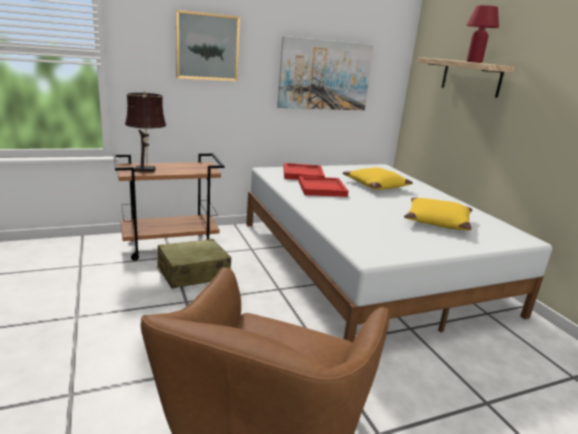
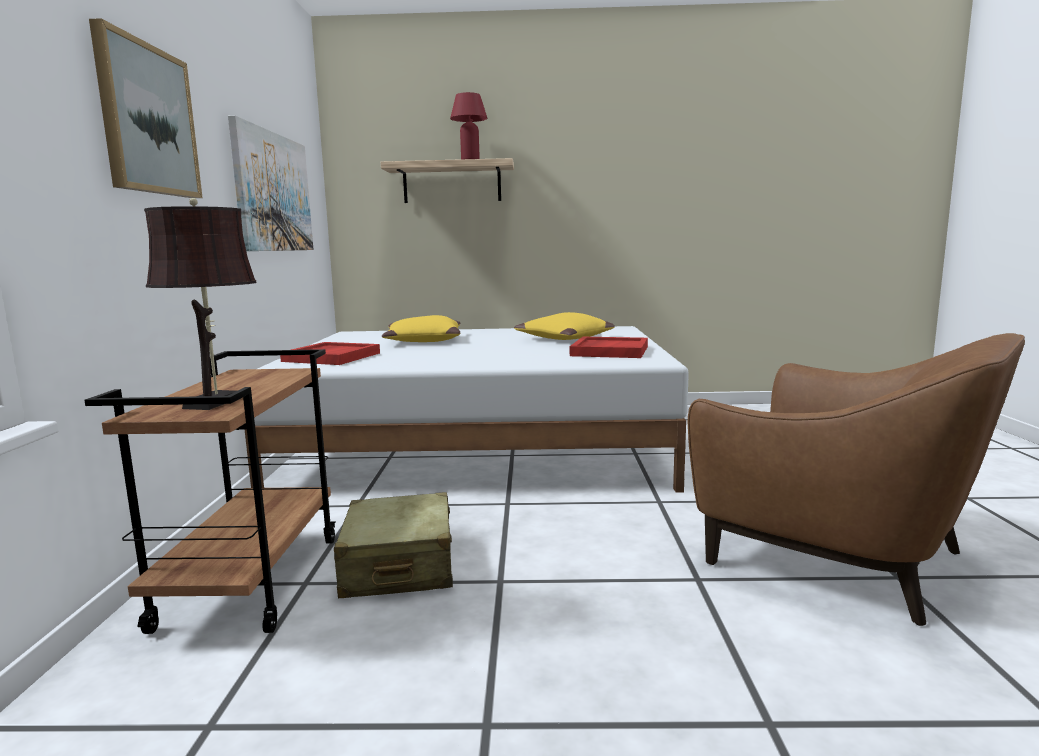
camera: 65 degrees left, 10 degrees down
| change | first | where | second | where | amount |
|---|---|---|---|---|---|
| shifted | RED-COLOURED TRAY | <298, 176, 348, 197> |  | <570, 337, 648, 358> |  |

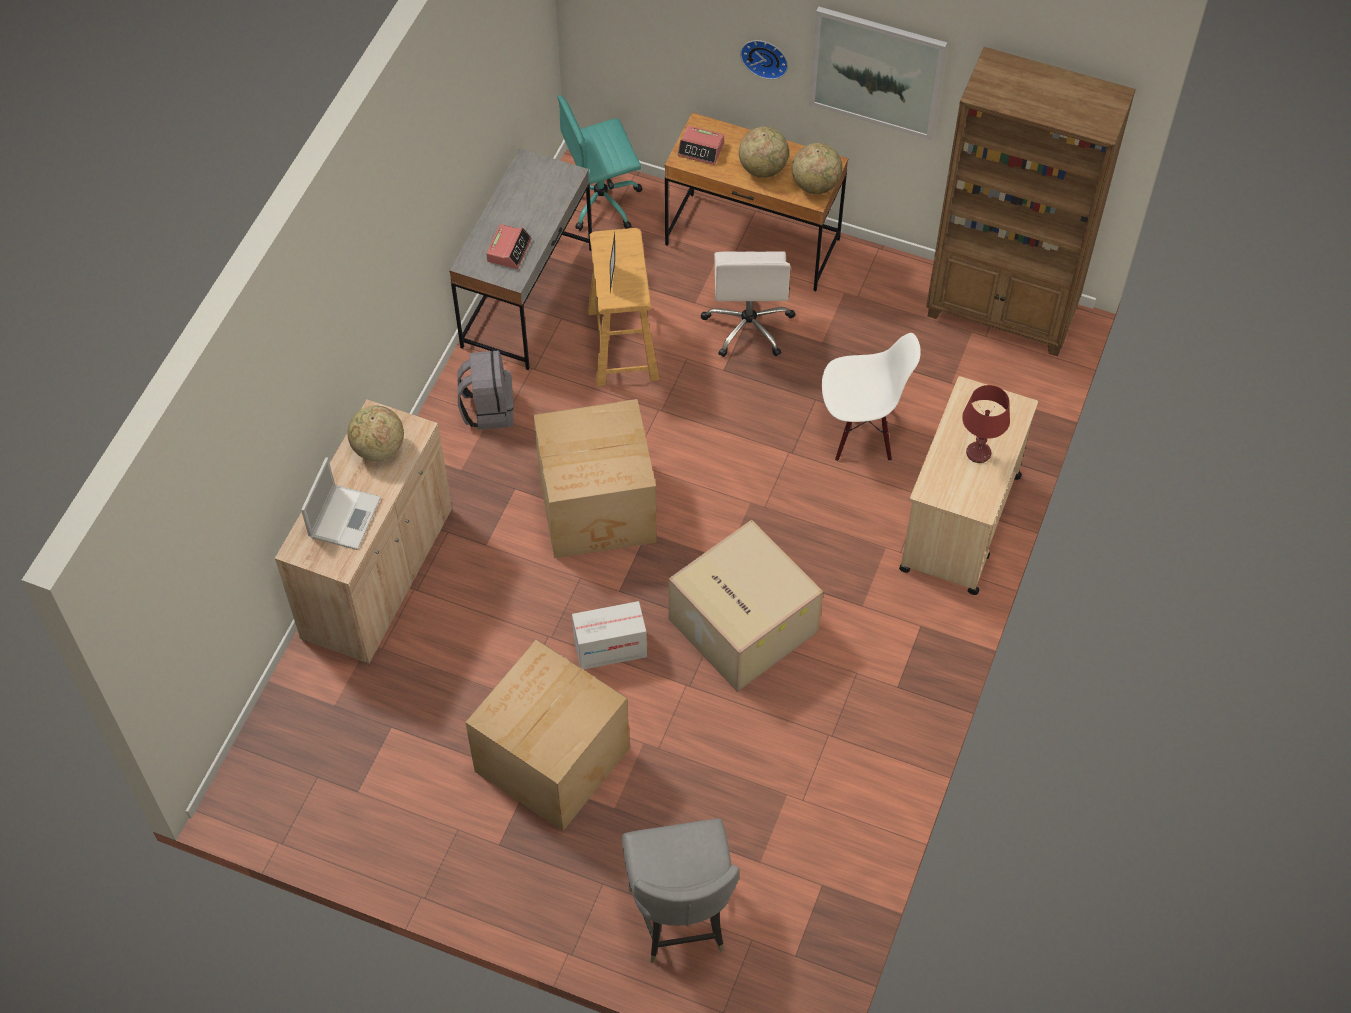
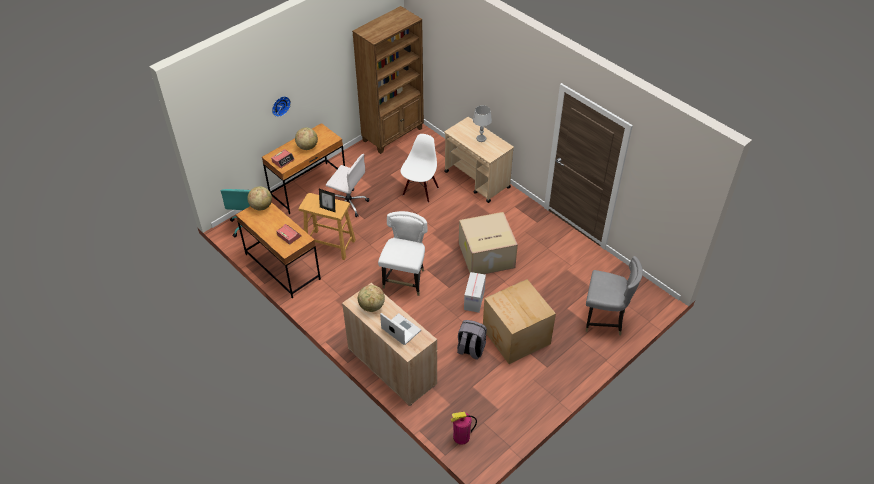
camera: 65 degrees left, 10 degrees down
| change | first | where | second | where | amount |
|---|---|---|---|---|---|
| gone | WALL ART | <809, 6, 947, 140> |  |  |  |
| shifted | GLOBE | <792, 143, 843, 194> |  | <247, 186, 272, 211> |  |
| repainted | GRAY DESK UNIT | <449, 148, 592, 370> | BROWNISH DESK UNIT | <236, 202, 321, 298> |  |
| shifted | GRAY BACKPACK | <457, 350, 514, 430> |  | <457, 320, 487, 360> |  |
| repainted | RED-COLOURED TABLETOP LAMP | <962, 385, 1010, 463> | GRAY TABLETOP LAMP | <473, 105, 492, 142> |  |
| swapped | CARTON | <533, 399, 657, 558> | WHITE CHAIR | <378, 211, 428, 296> |  |
| new |  |  | FIRE EXTINGUISHER | <451, 412, 477, 445> |  |

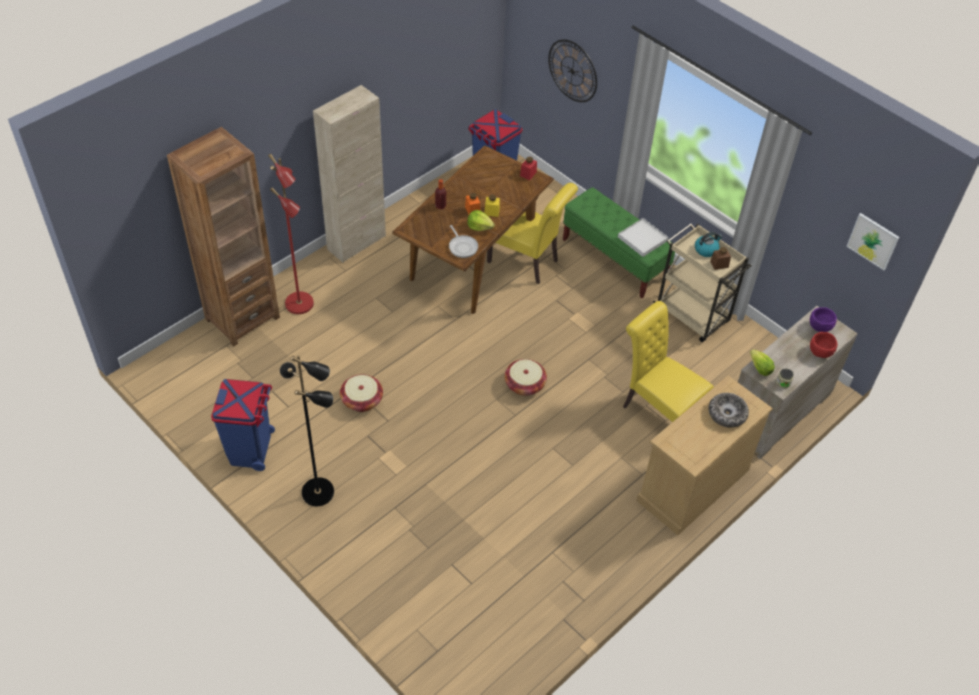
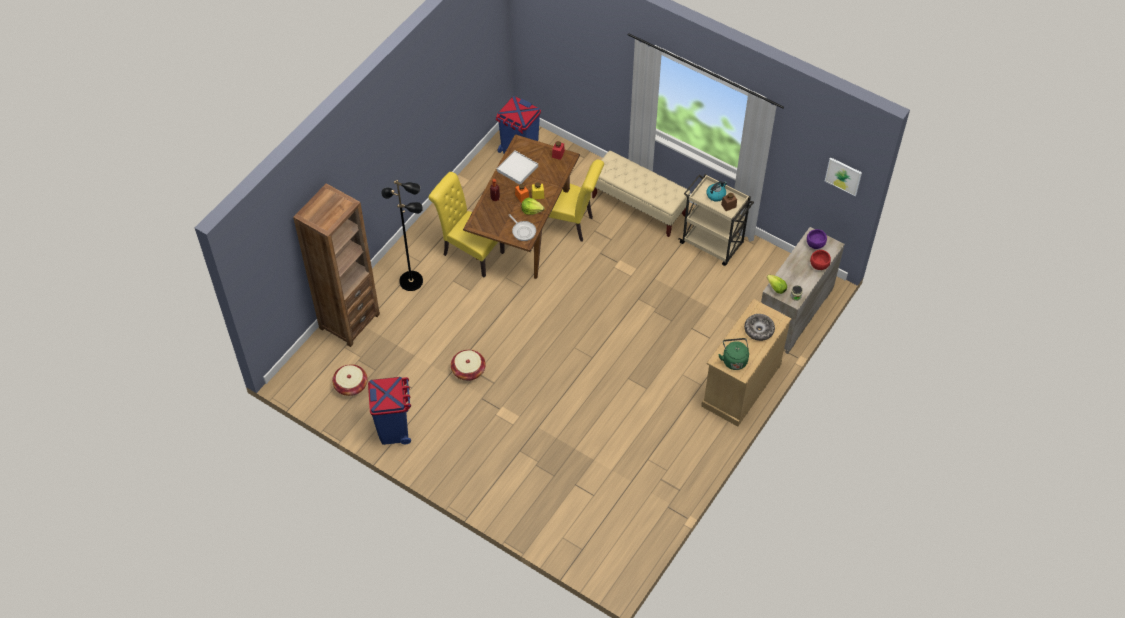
camera: 10 degrees left, 5 degrees up
| change | first | where | second | where | amount |
|---|---|---|---|---|---|
| gone | WALL CLOCK | <548, 39, 597, 102> |  |  |  |
| gone | BEIGE CABINET | <313, 85, 386, 263> |  |  |  |
| gone | RED-COLOURED STANDARD LAMP | <268, 154, 314, 314> |  |  |  |
| repainted | GREENISH LONG SEAT | <563, 187, 675, 298> | BEIGE LONG SEAT | <592, 151, 690, 237> |  |
| shifted | WHITE TRAY | <618, 218, 668, 257> |  | <497, 150, 538, 185> |  |
| shifted | YELLOWISH CHAIR | <623, 301, 714, 422> |  | <429, 172, 505, 277> |  |
| shifted | BLACKISH STANDARD LAMP | <280, 355, 334, 506> |  | <381, 180, 423, 291> |  |
| shifted | BASKET | <505, 359, 547, 396> |  | <332, 364, 368, 396> |  |
| new |  |  | GREENISH KETTLE | <718, 338, 749, 370> |  |

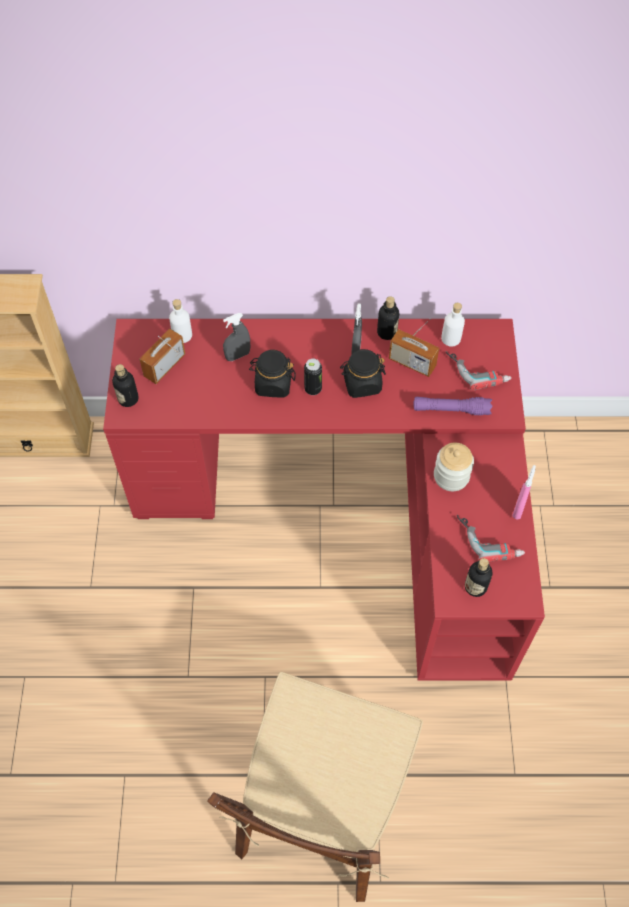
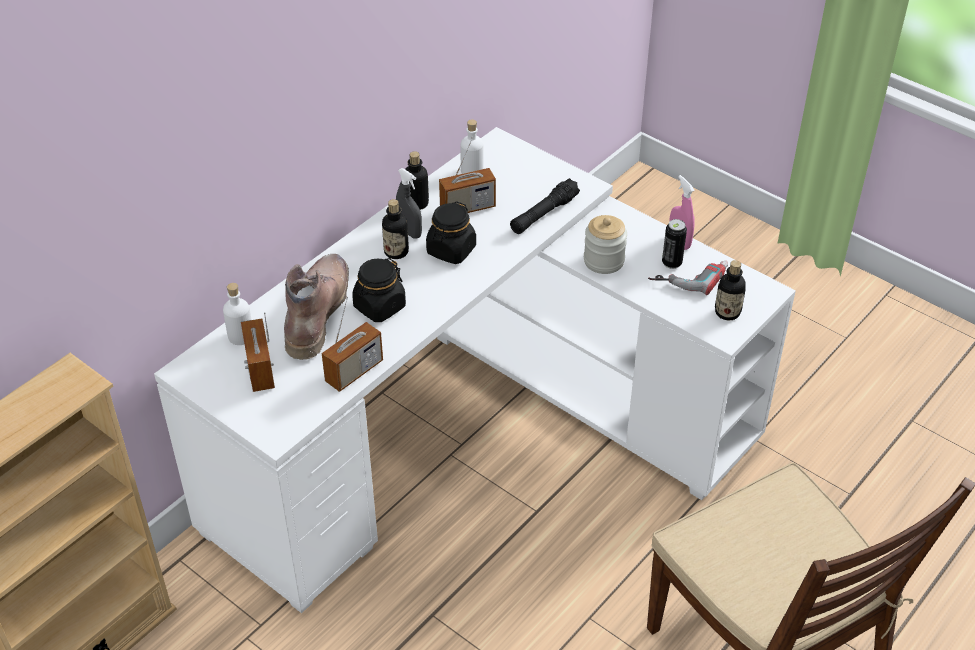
camera: 50 degrees left, 15 degrees down
| change | first | where | second | where | amount |
|---|---|---|---|---|---|
| swapped | GRAY SPRAYER | <223, 313, 250, 361> | BROWNISH HIGH-TOP BOOT | <284, 254, 349, 360> |  |
| repainted | RED-COLOURED DESK UNIT | <103, 319, 545, 681> | WHITE DESK UNIT | <154, 127, 796, 613> |  |
| gone | ELECTRIC DRILL | <446, 351, 512, 391> |  |  |  |
| shifted | SEALED CAN | <304, 359, 322, 395> |  | <662, 219, 687, 269> |  |
| shifted | BEVERAGE BOTTLE | <112, 364, 139, 407> |  | <382, 199, 409, 259> |  |
| repainted | PURPLISH FLASHLIGHT | <413, 397, 492, 416> | BLACKISH FLASHLIGHT | <510, 178, 580, 234> |  |
| new |  |  | RADIO | <322, 296, 383, 392> |  |

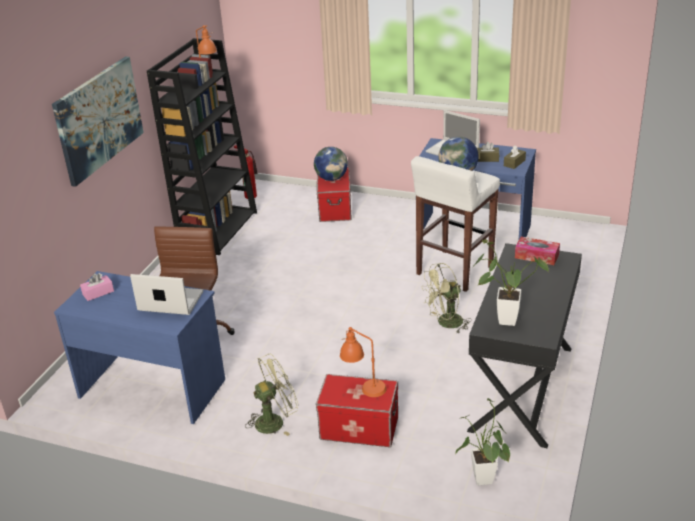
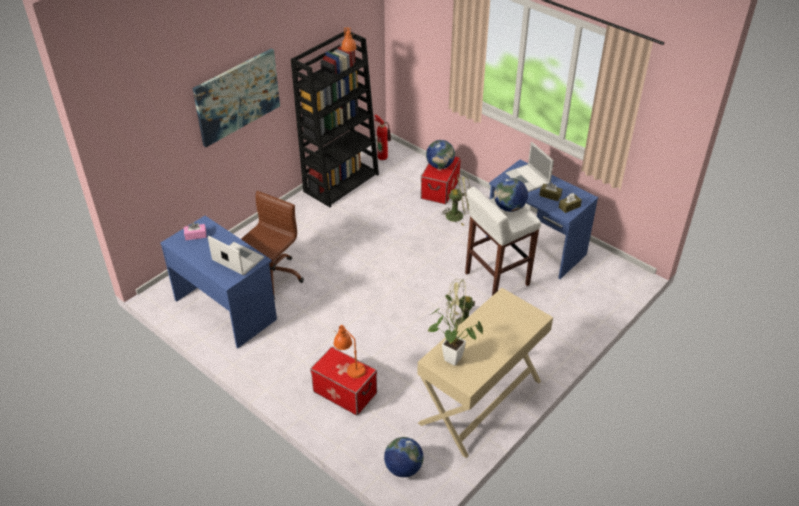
camera: 20 degrees right, 10 degrees up
| change | first | where | second | where | amount |
|---|---|---|---|---|---|
| gone | TISSUE HOLDER | <515, 237, 560, 265> |  |  |  |
| repainted | BLACKISH DESK UNIT | <467, 243, 582, 448> | BEIGE DESK UNIT | <417, 288, 553, 458> |  |
| shifted | GREENISH ELECTRIC FAN | <245, 354, 299, 436> |  | <440, 173, 470, 226> |  |
| swapped | HOUSEPLANT | <455, 398, 510, 485> | GLOBE | <384, 437, 423, 477> |  |

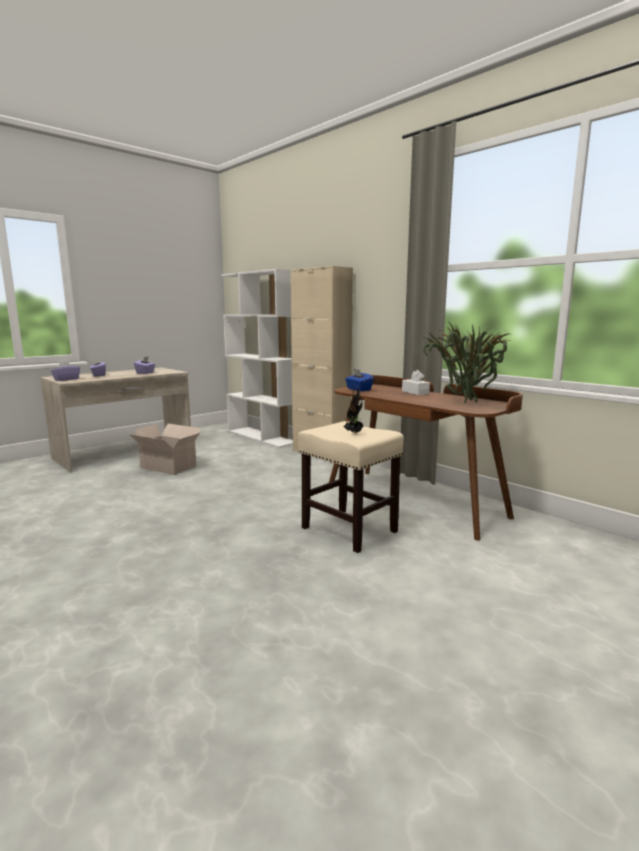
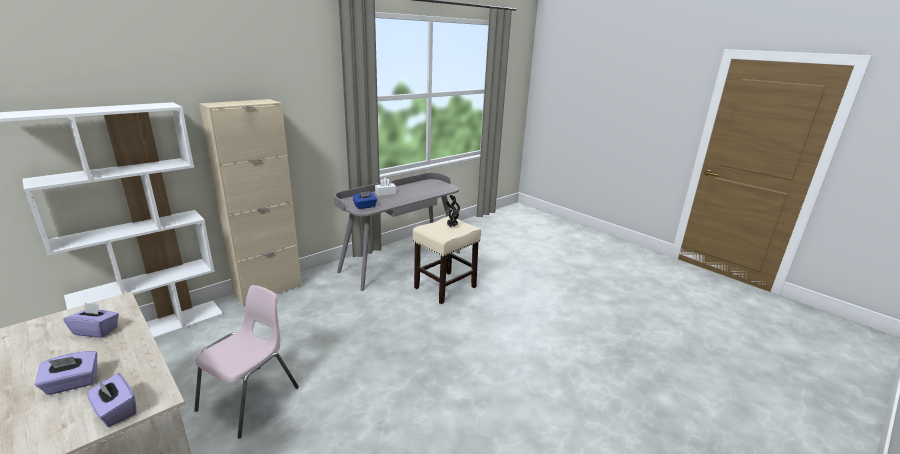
camera: 90 degrees left, 10 degrees up
| change | first | where | second | where | amount |
|---|---|---|---|---|---|
| gone | HOUSEPLANT | <422, 320, 511, 403> |  |  |  |
| repainted | BROWNISH DESK UNIT | <329, 375, 523, 541> | GRAY DESK UNIT | <334, 172, 460, 291> |  |
| swapped | CARTON | <129, 424, 201, 475> | PINK CHAIR | <194, 285, 299, 438> |  |

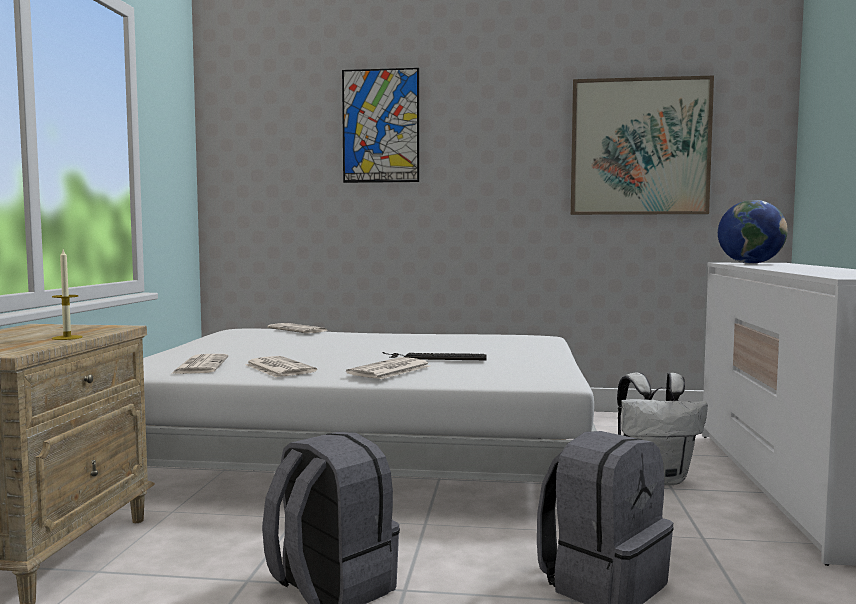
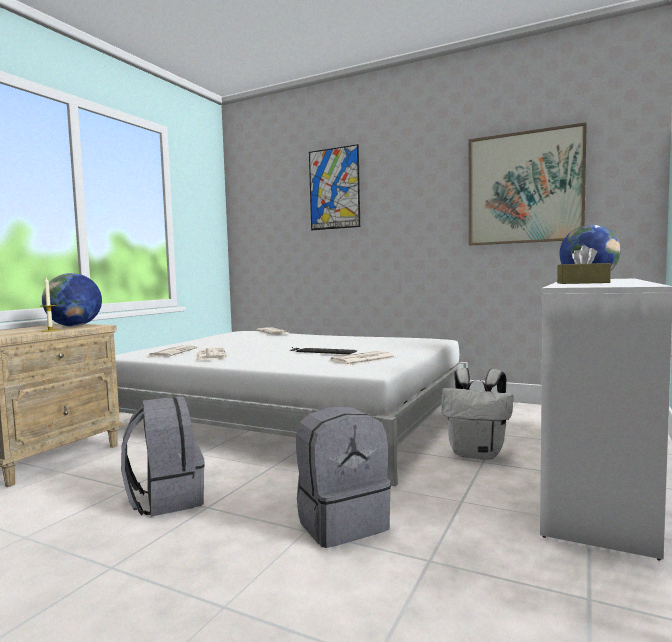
camera: 20 degrees right, 0 degrees up
| change | first | where | second | where | amount |
|---|---|---|---|---|---|
| shifted | DAILY PAPER | <346, 357, 430, 379> |  | <331, 351, 396, 365> |  |
| new |  |  | BROWNISH TISSUE HOLDER | <557, 245, 611, 284> |  |
| new |  |  | GLOBE | <42, 273, 102, 326> |  |

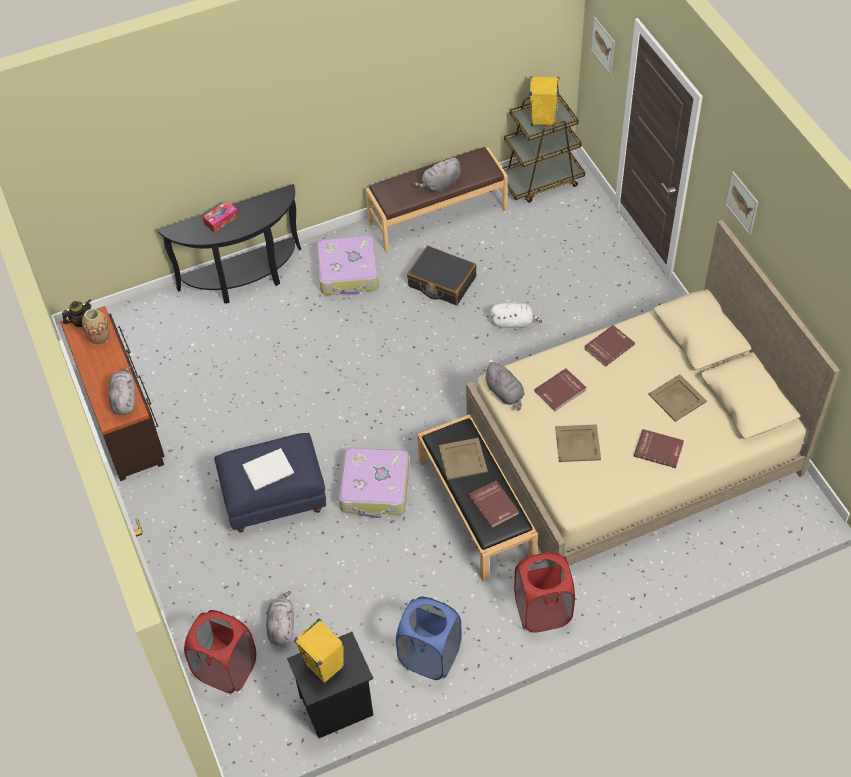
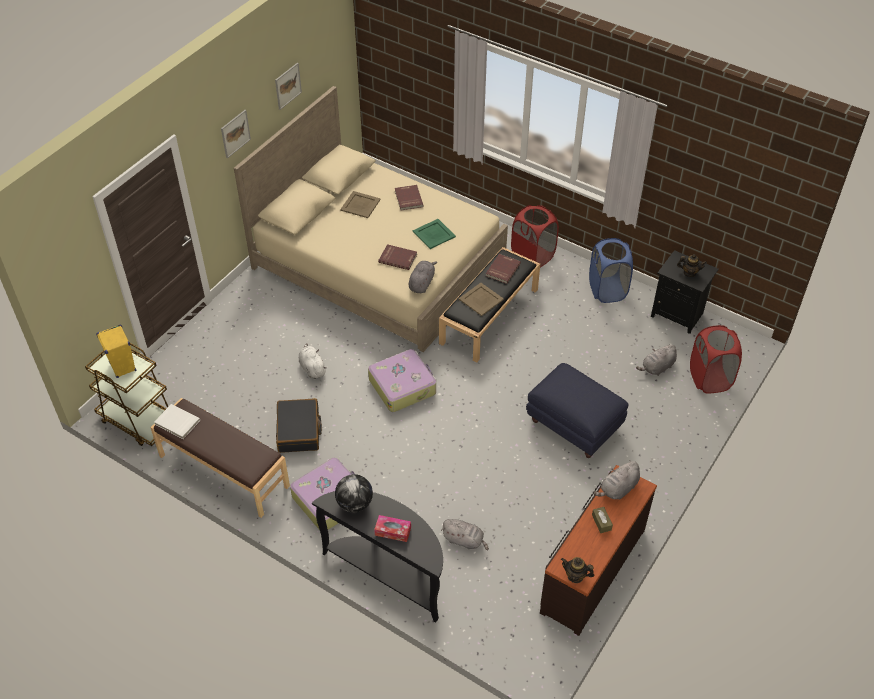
camera: 125 degrees left, 5 degrees down
| change | first | where | second | where | amount |
|---|---|---|---|---|---|
| shifted | WALL ART | <591, 17, 615, 74> |  | <275, 63, 302, 110> |  |
| shifted | GRAY SOFT TOY | <414, 157, 461, 193> |  | <441, 519, 489, 550> |  |
| gone | VASE | <82, 308, 110, 345> |  |  |  |
| gone | RED-COLOURED BOUND BOOK | <585, 325, 635, 367> |  |  |  |
| repainted | BEIGE TRAY | <555, 424, 601, 462> | GREENISH TRAY | <413, 219, 456, 249> |  |
| shifted | WHITE BOUND BOOK | <242, 448, 294, 490> |  | <154, 404, 200, 439> |  |
| shifted | SUITCASE | <339, 448, 409, 518> |  | <368, 349, 436, 412> |  |
| swapped | YELLOWISH SPEAKER | <294, 619, 344, 684> | TEA POT | <677, 254, 707, 277> |  |
| new |  |  | GLOBE | <335, 474, 373, 512> |  |
| new |  |  | BROWNISH TISSUE HOLDER | <592, 507, 613, 533> |  |

